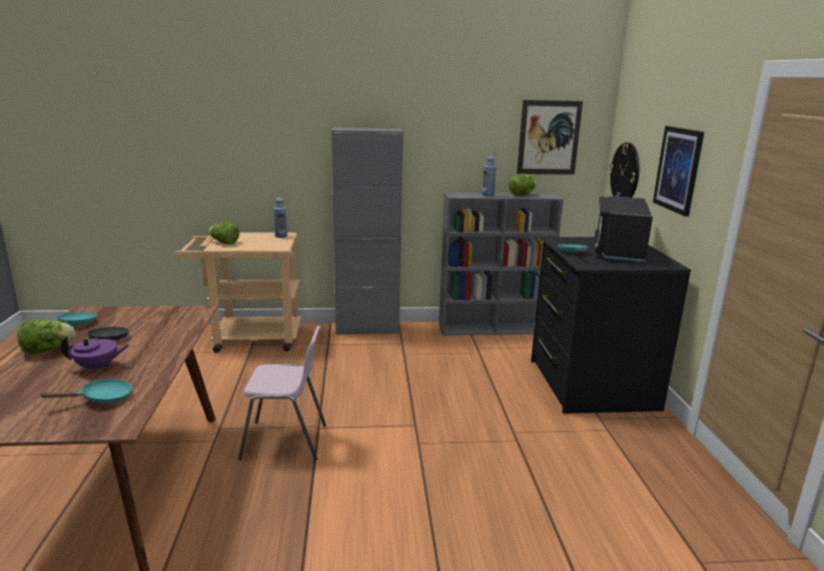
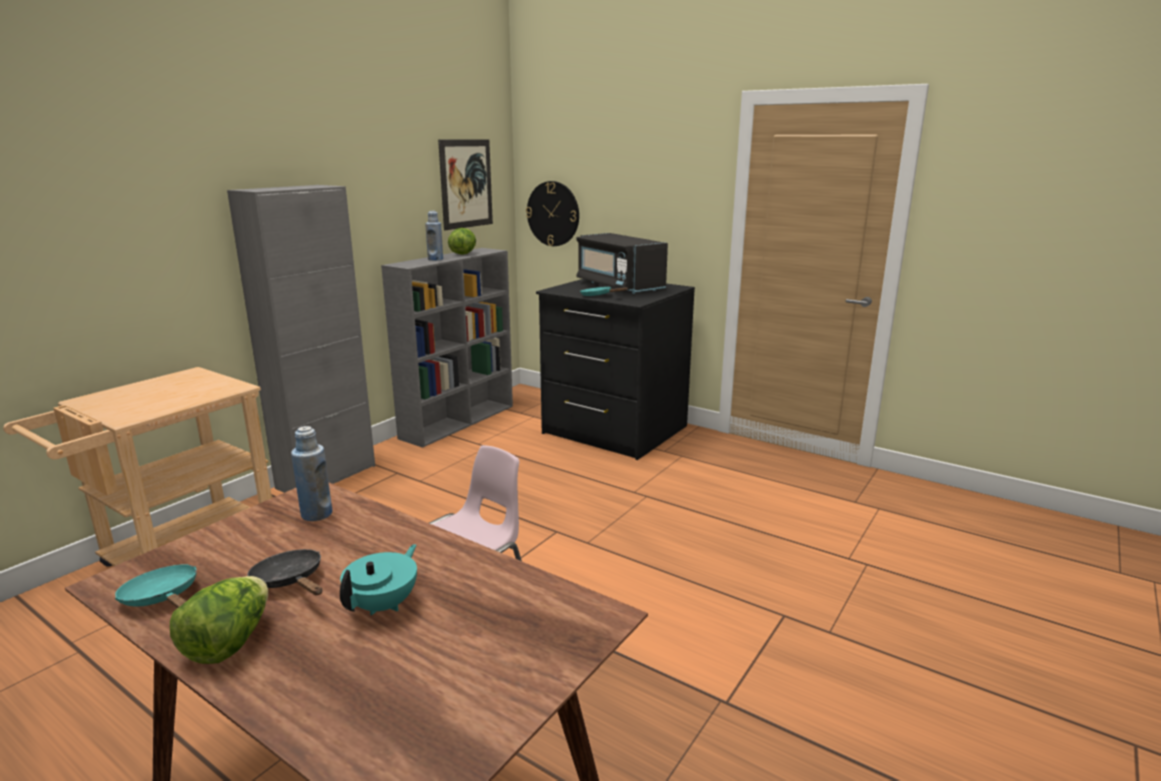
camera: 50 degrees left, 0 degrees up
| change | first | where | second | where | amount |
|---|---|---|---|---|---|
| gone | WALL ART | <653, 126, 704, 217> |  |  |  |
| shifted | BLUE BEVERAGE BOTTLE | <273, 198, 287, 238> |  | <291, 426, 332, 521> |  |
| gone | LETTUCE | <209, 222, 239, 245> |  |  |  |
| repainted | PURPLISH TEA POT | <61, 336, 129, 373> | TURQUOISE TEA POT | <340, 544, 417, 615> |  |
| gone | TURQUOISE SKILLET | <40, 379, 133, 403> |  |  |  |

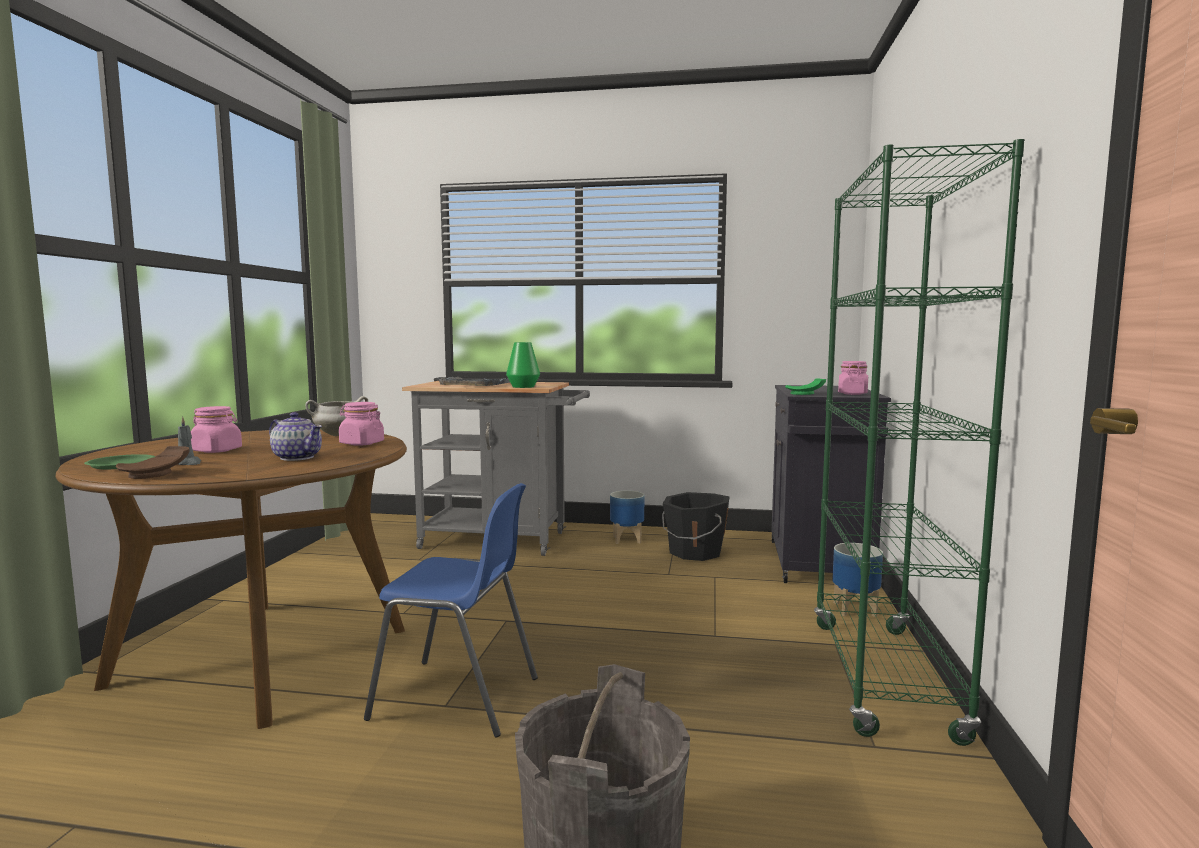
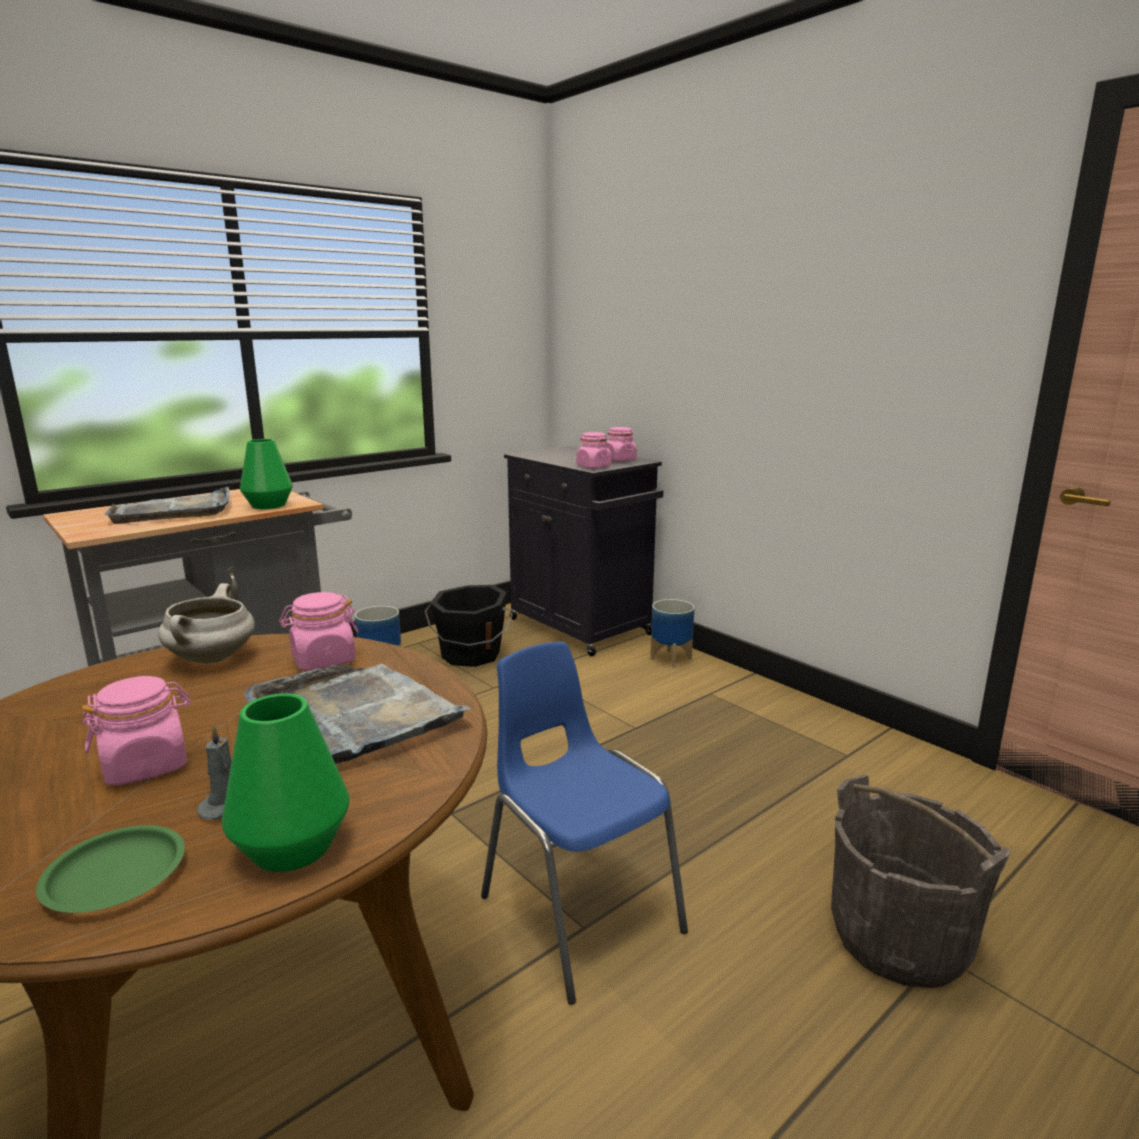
camera: 50 degrees left, 10 degrees up
| change | first | where | second | where | amount |
|---|---|---|---|---|---|
| gone | GREENISH BOOKSHELF | <814, 139, 1025, 746> |  |  |  |
| swapped | GREENISH PLATE | <785, 378, 826, 395> | PINK STORAGE JAR | <576, 432, 611, 469> |  |
| swapped | TEA POT | <269, 412, 322, 461> | GRAY TRAY | <244, 664, 472, 764> |  |
| swapped | BROWNISH PLATE | <116, 446, 190, 479> | GREENISH VASE | <222, 693, 350, 872> |  |
| rotated | BLUE CHAIR | <364, 483, 538, 737> |  | <481, 642, 688, 1005> | 90 degrees counterclockwise |

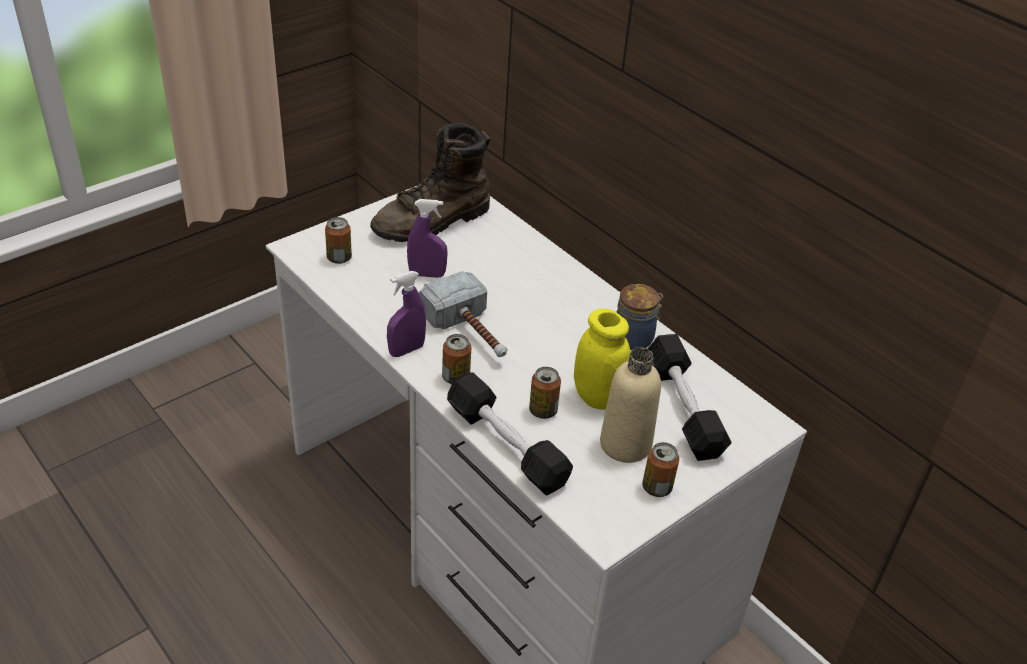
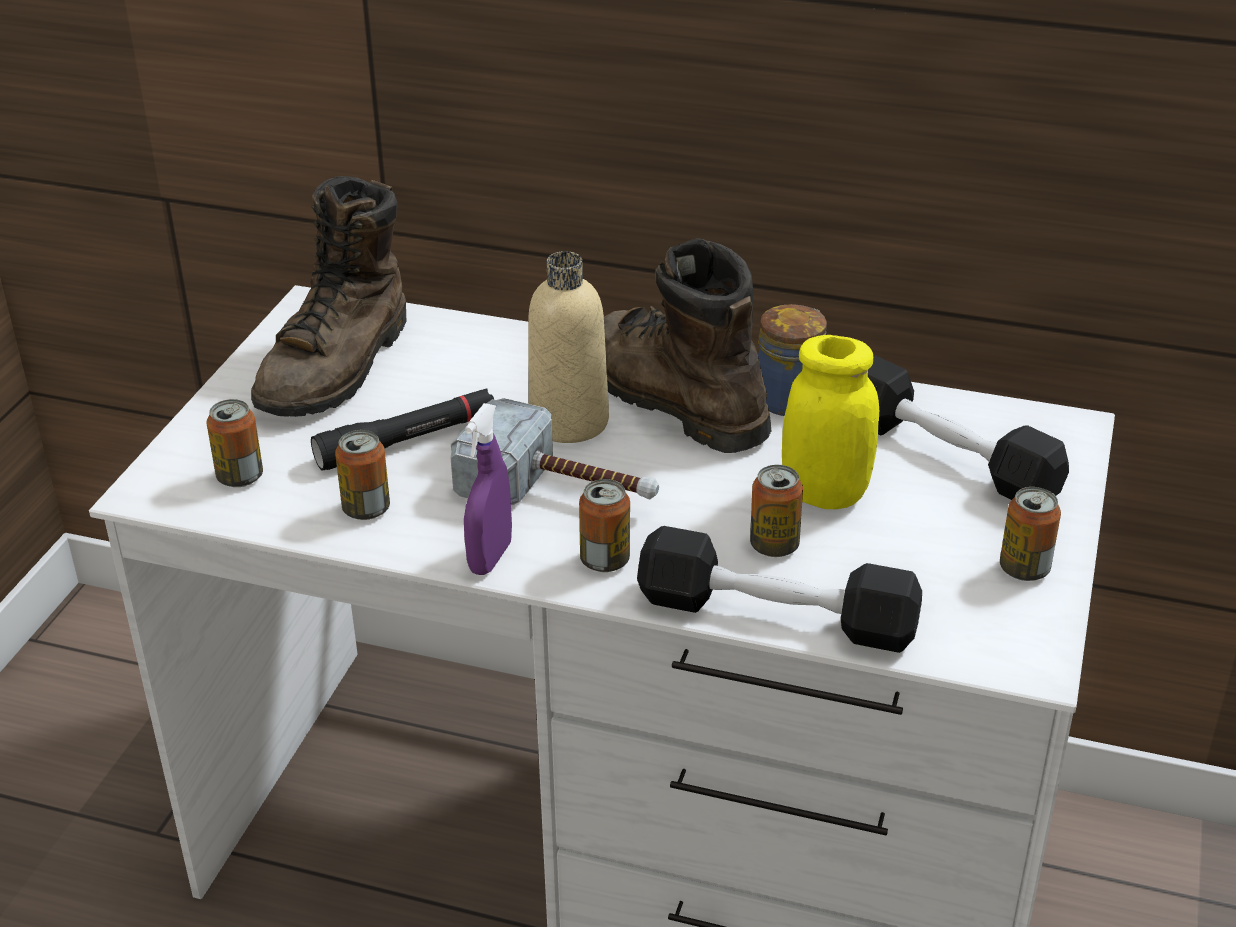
camera: 30 degrees left, 5 degrees down
| change | first | where | second | where | amount |
|---|---|---|---|---|---|
| swapped | PURPLISH SPRAYER | <407, 199, 448, 278> | BLACKISH FLASHLIGHT | <311, 389, 494, 471> |  |
| shifted | BEIGE BEVERAGE BOTTLE | <600, 347, 661, 463> |  | <528, 251, 609, 443> |  |
| new |  |  | BROWNISH HIGH-TOP BOOT | <604, 238, 771, 453> |  |
| new |  |  | SEALED CAN | <335, 430, 390, 520> |  |

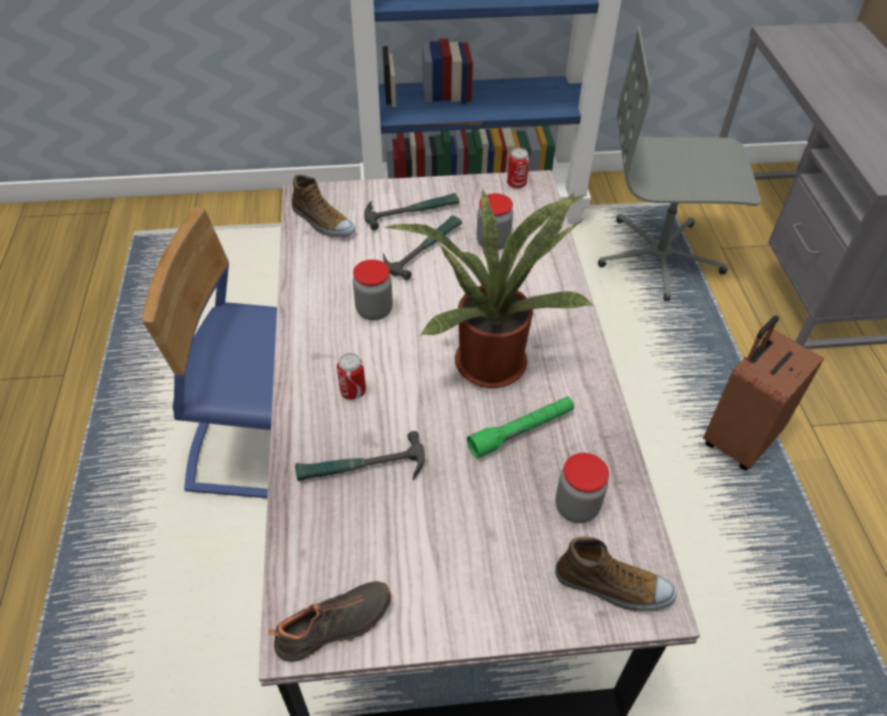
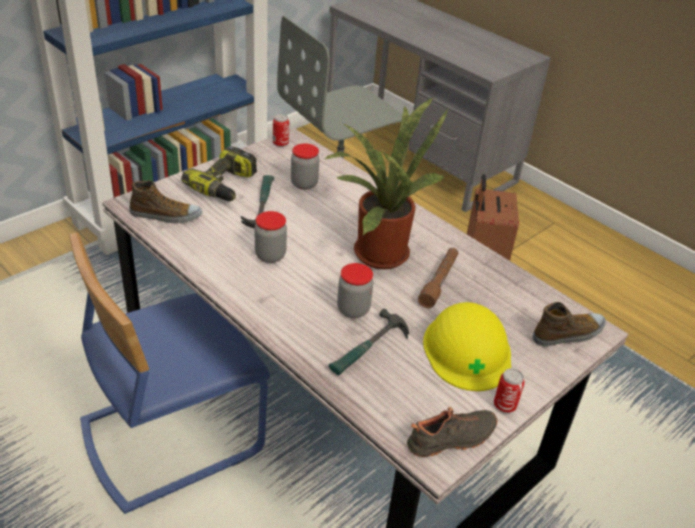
camera: 40 degrees left, 10 degrees down
| change | first | where | second | where | amount |
|---|---|---|---|---|---|
| swapped | HAND HAMMER | <364, 193, 460, 230> | ELECTRIC DRILL | <181, 146, 257, 201> |  |
| shifted | SEALED CAN | <337, 353, 366, 400> |  | <494, 368, 525, 413> |  |
| repainted | GREENISH FLASHLIGHT | <467, 396, 574, 459> | BROWNISH FLASHLIGHT | <418, 248, 459, 308> |  |
| shifted | STORAGE JAR | <556, 453, 609, 523> |  | <337, 263, 373, 318> |  |
| rotated | BLACKISH SHOE | <268, 581, 391, 662> |  | <407, 407, 497, 457> | 45 degrees clockwise |
| new |  |  | YELLOWISH WORK HELMET | <423, 302, 511, 391> |  |

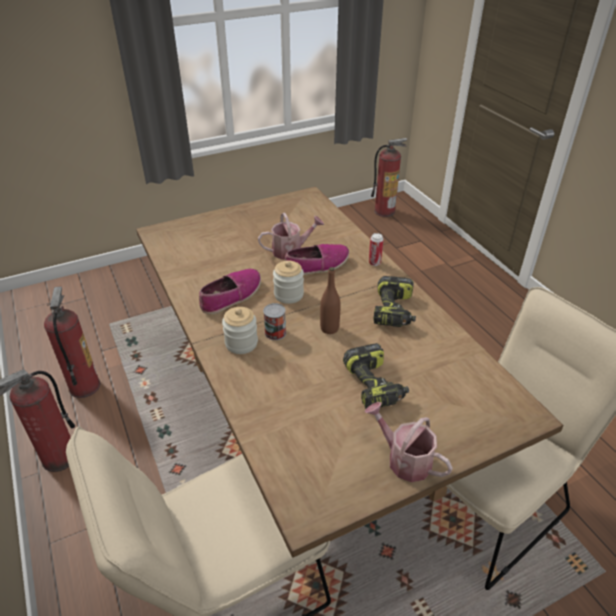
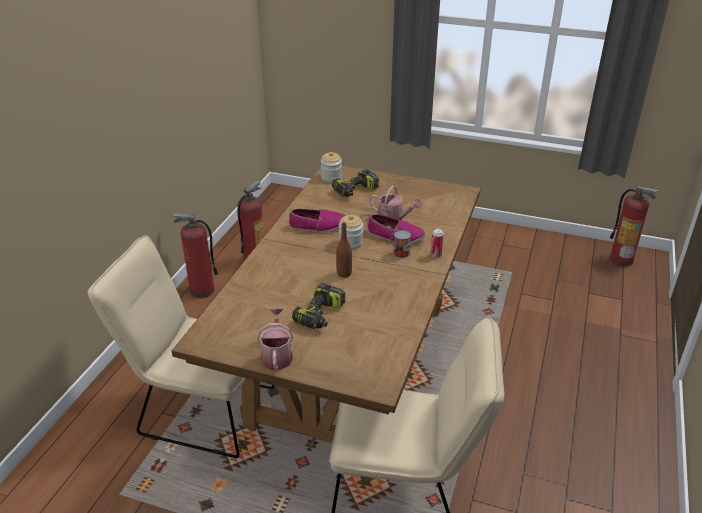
camera: 45 degrees right, 5 degrees down
| change | first | where | second | where | amount |
|---|---|---|---|---|---|
| shifted | ELECTRIC DRILL | <373, 276, 416, 327> |  | <332, 169, 379, 197> |  |
| shifted | SEALED CAN | <263, 303, 286, 340> |  | <393, 230, 411, 258> |  |
| shifted | STORAGE JAR | <222, 307, 258, 354> |  | <321, 152, 342, 182> |  |

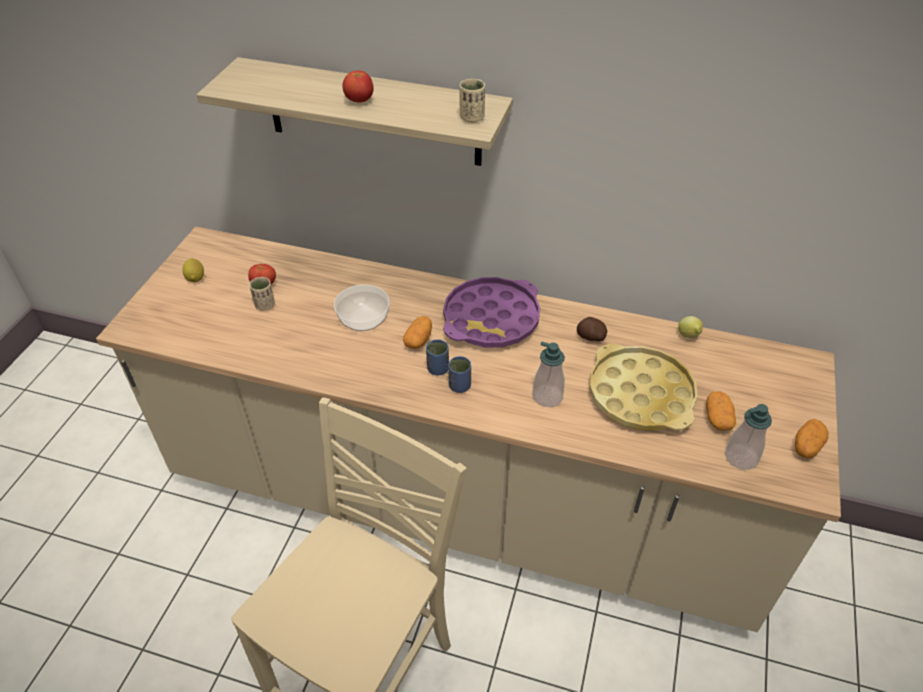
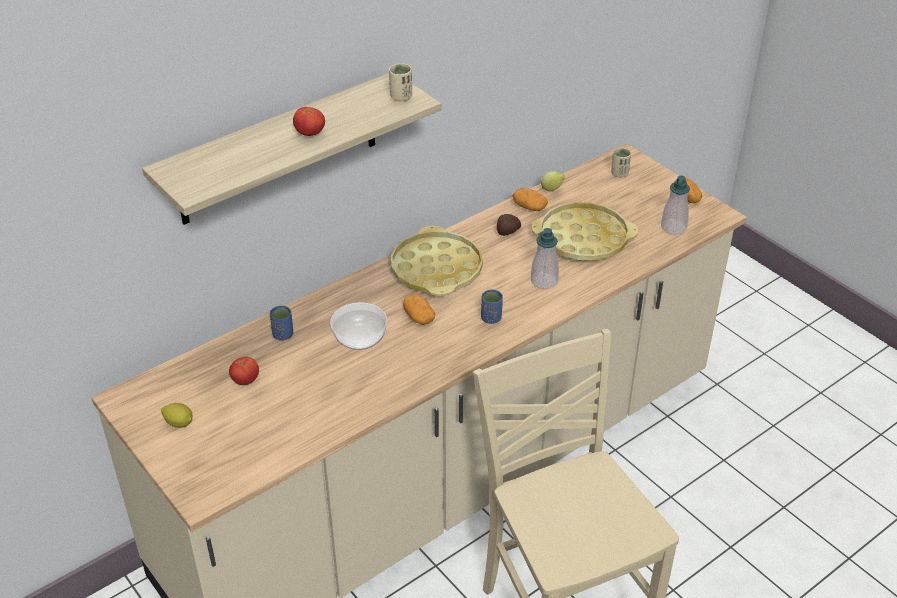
camera: 55 degrees left, 5 degrees down
| change | first | where | second | where | amount |
|---|---|---|---|---|---|
| shifted | BEIGE DRINKING CUP | <249, 277, 275, 311> |  | <611, 148, 631, 178> |  |
| repainted | PURPLISH TRAY | <443, 277, 540, 347> | YELLOWISH TRAY | <391, 226, 483, 296> |  |
| shifted | BLUE DRINKING CUP | <426, 340, 449, 375> |  | <270, 306, 293, 340> |  |
| shifted | SPUD | <706, 391, 736, 431> |  | <513, 188, 548, 211> |  |

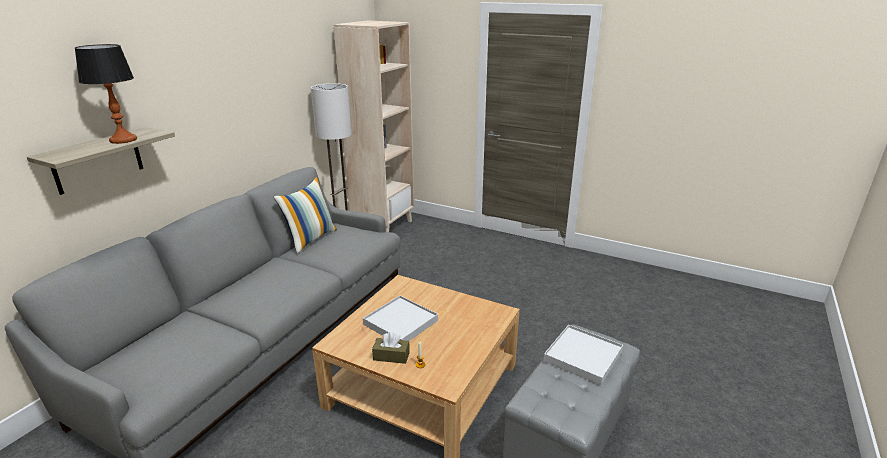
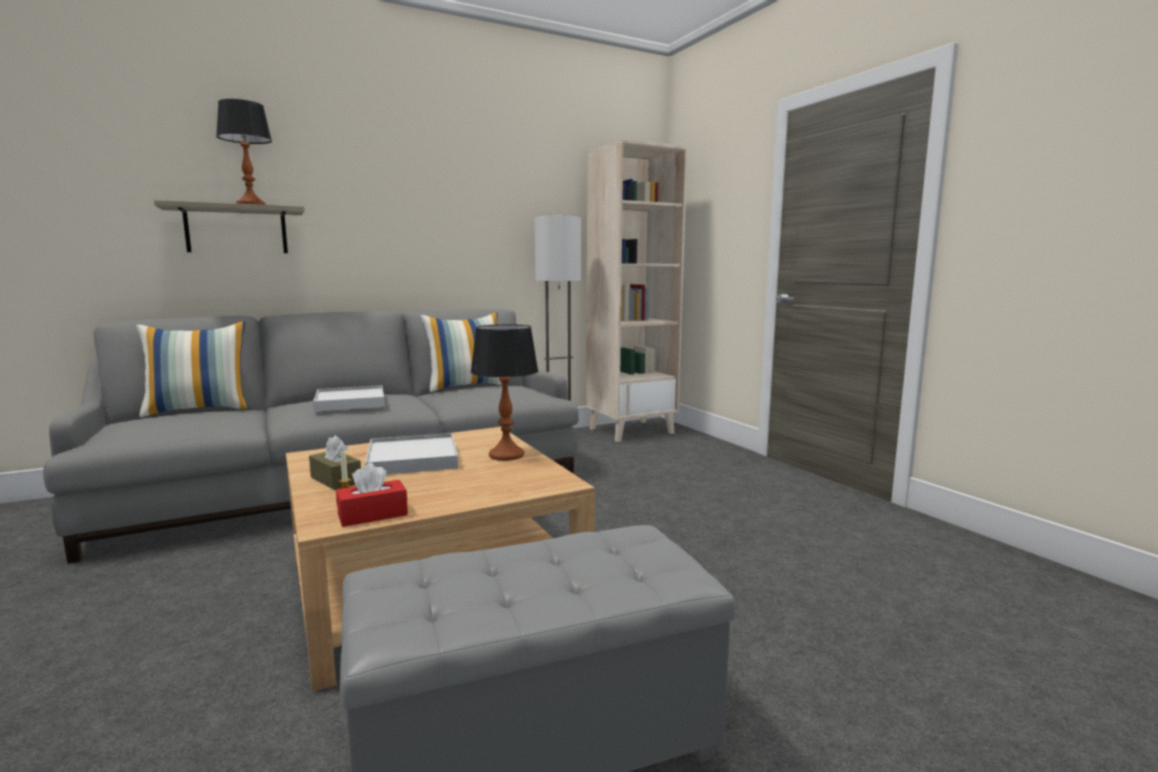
camera: 35 degrees right, 15 degrees down
| change | first | where | second | where | amount |
|---|---|---|---|---|---|
| shifted | WHITE TRAY | <543, 325, 623, 385> |  | <313, 385, 385, 412> |  |
| new |  |  | THROW PILLOW | <136, 321, 249, 418> |  |
| new |  |  | TABLETOP LAMP | <471, 324, 538, 461> |  |
| new |  |  | RED-COLOURED TISSUE HOLDER | <336, 463, 408, 527> |  |

